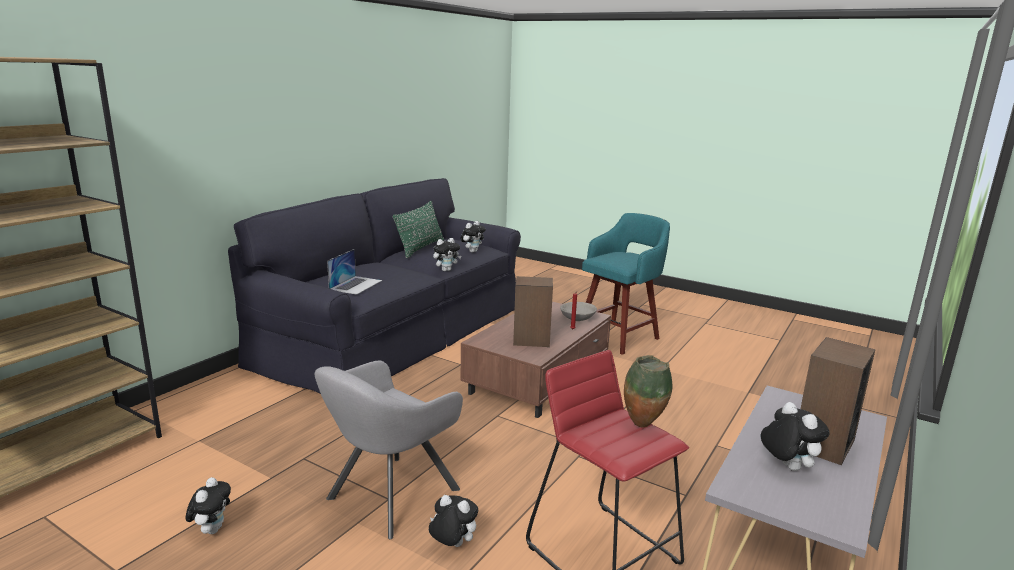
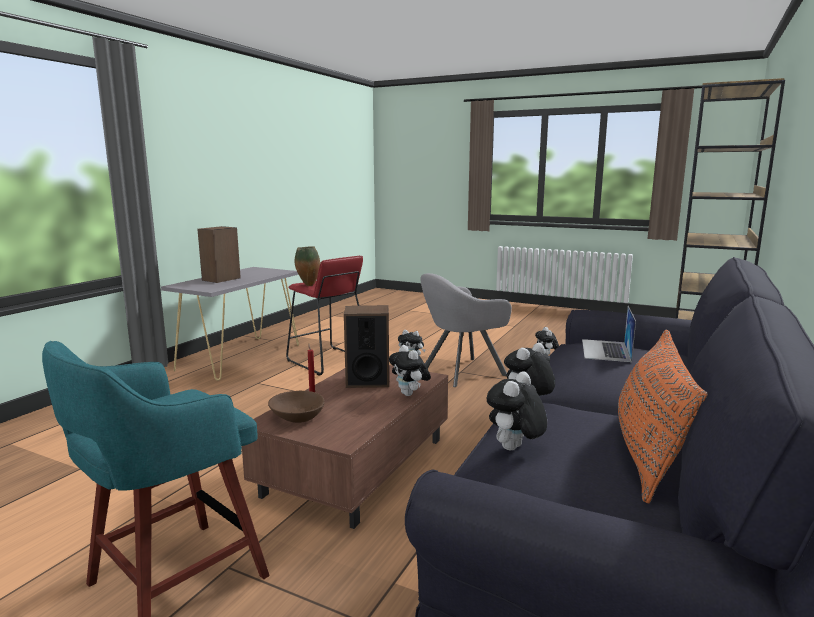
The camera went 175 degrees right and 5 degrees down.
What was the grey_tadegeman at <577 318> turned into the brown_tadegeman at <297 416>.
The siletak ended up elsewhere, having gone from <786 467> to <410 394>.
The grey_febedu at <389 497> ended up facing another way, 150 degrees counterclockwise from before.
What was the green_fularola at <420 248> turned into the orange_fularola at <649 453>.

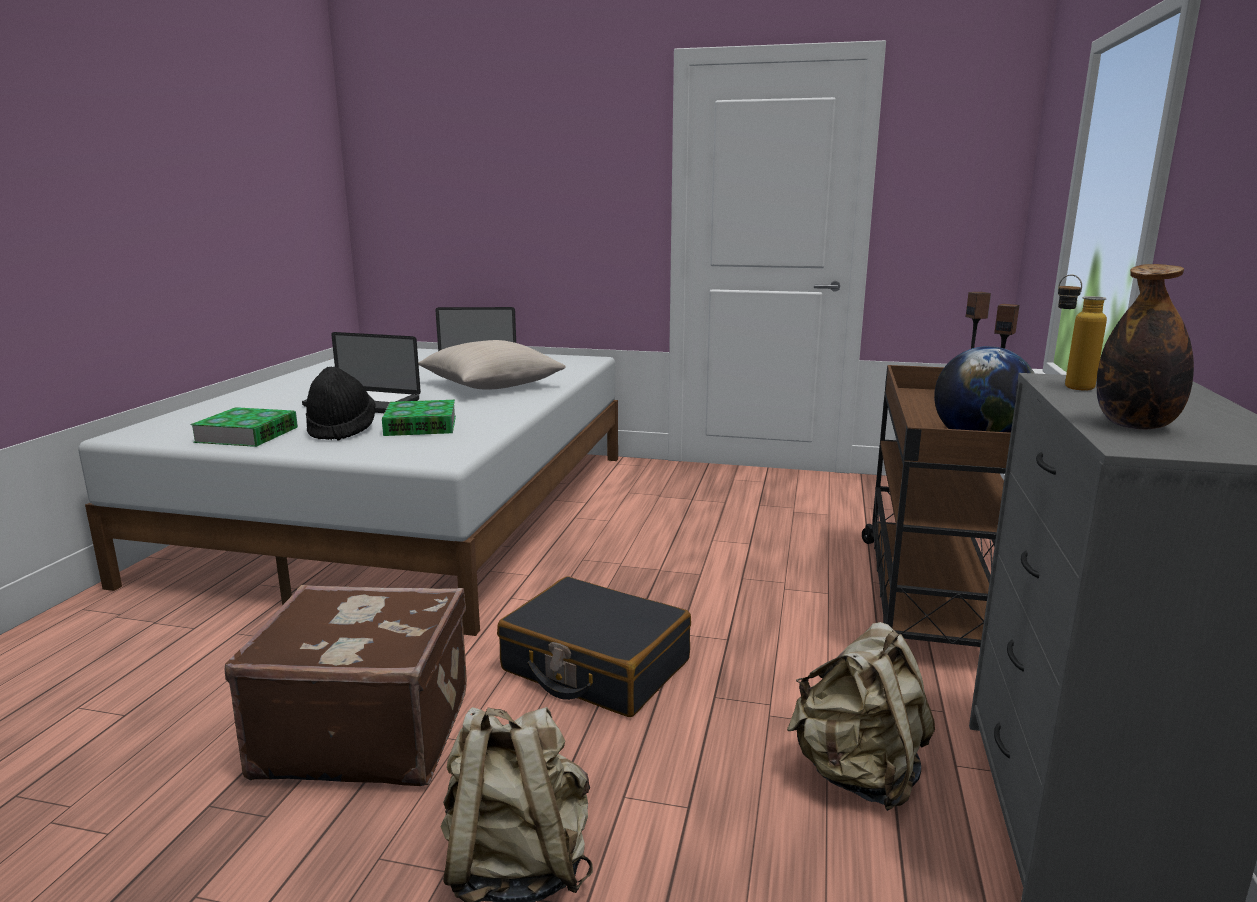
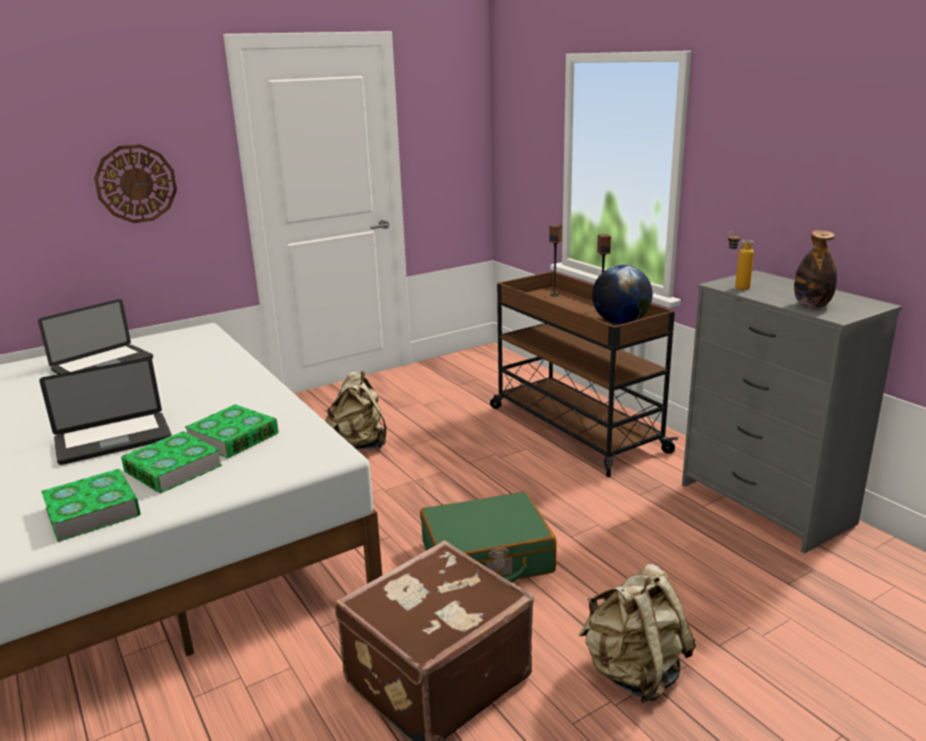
The camera went 45 degrees left and 5 degrees up.
The second view gained the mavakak at <136 184>.
Where the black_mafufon stood at <341 429>, the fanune came to stand at <173 469>.
The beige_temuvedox ended up elsewhere, having gone from <858 775> to <359 445>.
What was the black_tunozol at <595 666> turned into the green_tunozol at <486 558>.
The second view lost the beige_fularola at <491 385>.

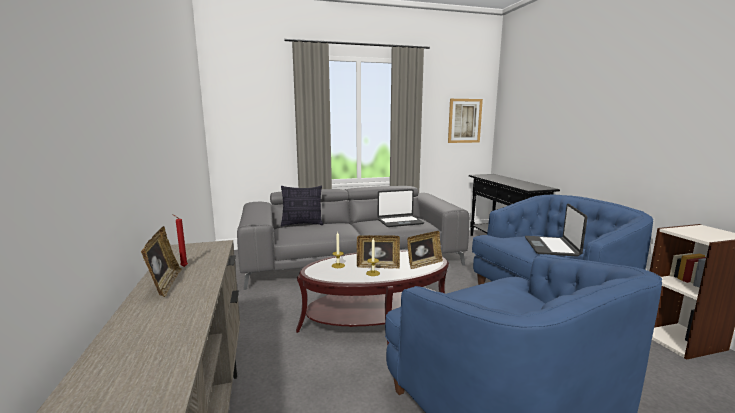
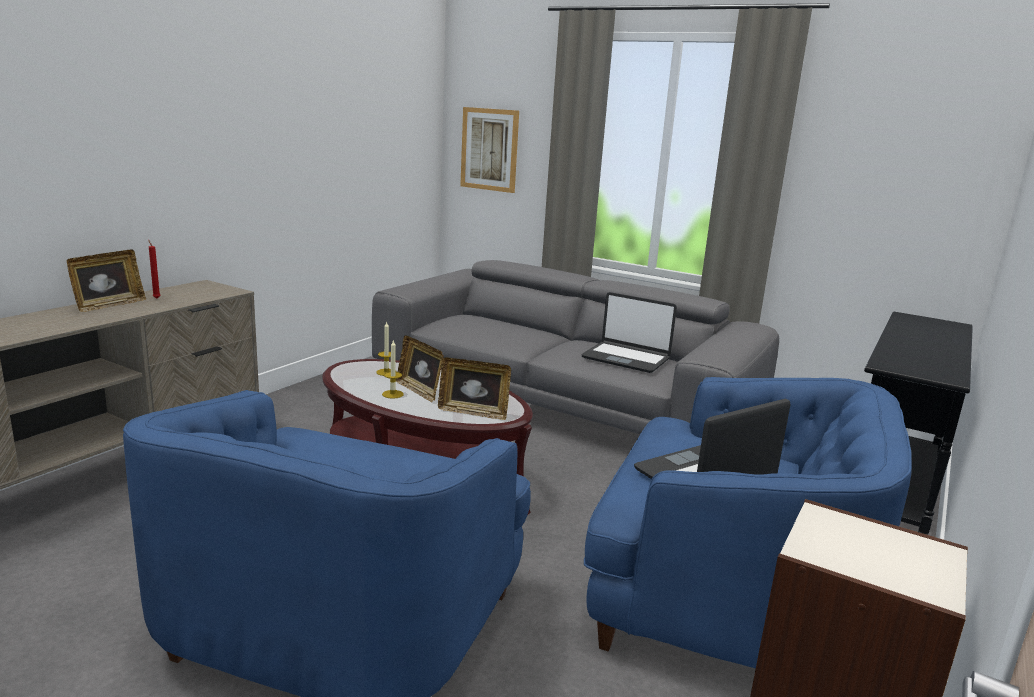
The camera went 45 degrees right and 5 degrees up.
The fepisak ended up elsewhere, having gone from <464 121> to <489 149>.
The second view lost the fularola at <302 224>.

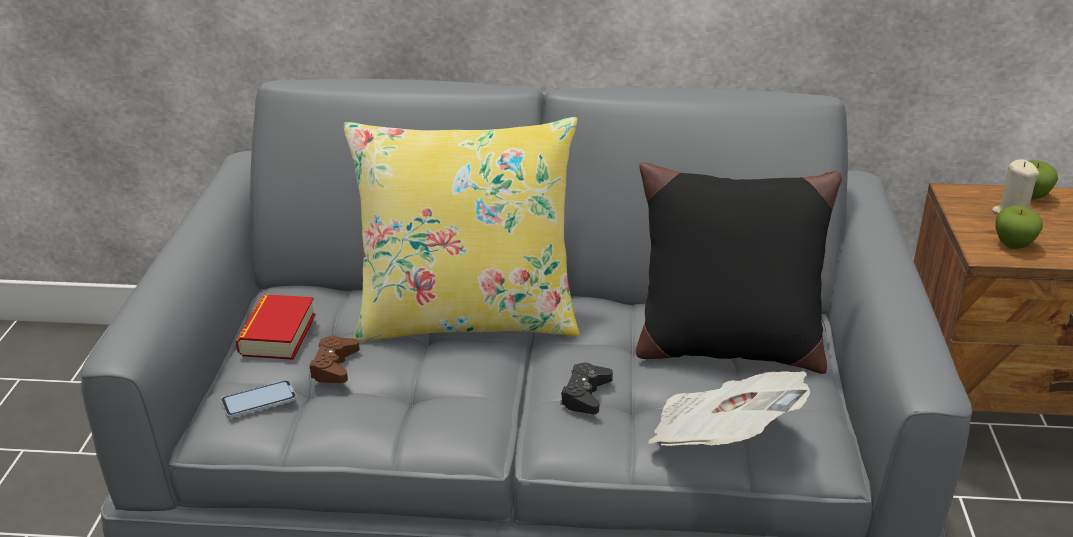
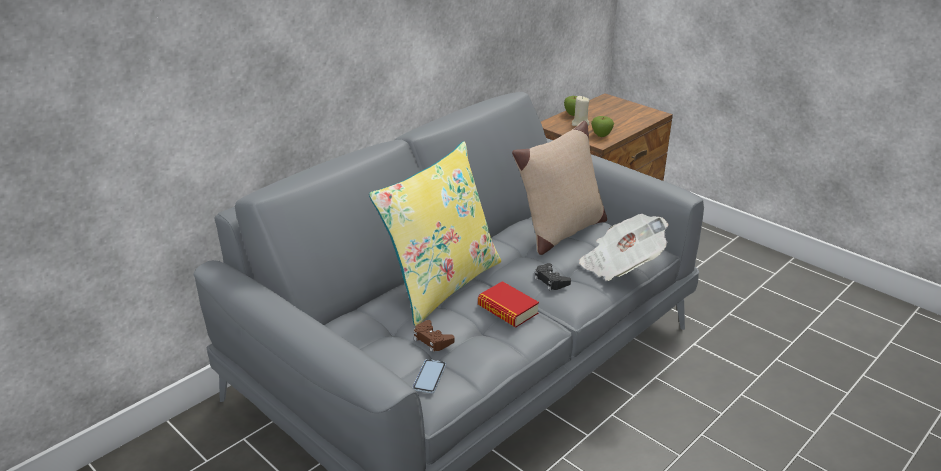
The camera went 50 degrees left and 0 degrees up.
The fanune ended up elsewhere, having gone from <277 334> to <507 309>.
What was the black_fularola at <725 348> turned into the beige_fularola at <560 232>.

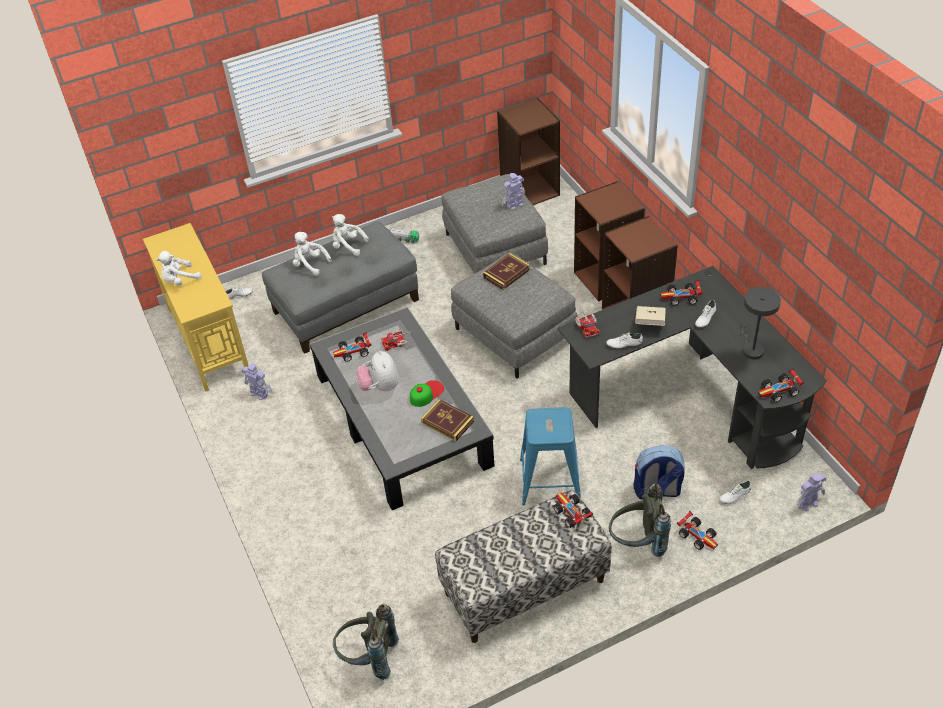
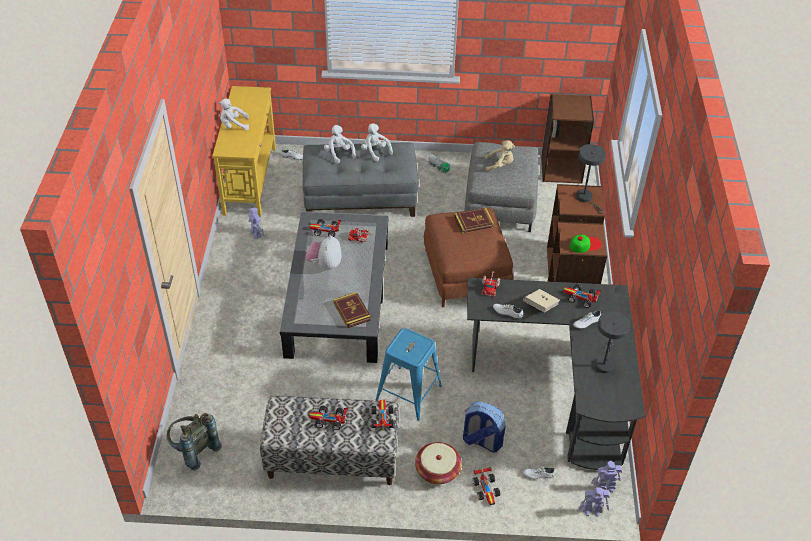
The camera went 25 degrees right and 0 degrees up.
The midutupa ended up elsewhere, having gone from <779 391> to <329 420>.
Where the grey_temuvedox stood at <637 542>, the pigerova came to stand at <437 470>.
What was the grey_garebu at <515 333> turned into the brown_garebu at <466 273>.
The second view gained the beige_siletak at <500 165>.
The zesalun ended up elsewhere, having gone from <426 393> to <585 245>.
The second view gained the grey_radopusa at <586 198>.
The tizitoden ended up elsewhere, having gone from <514 205> to <605 486>.

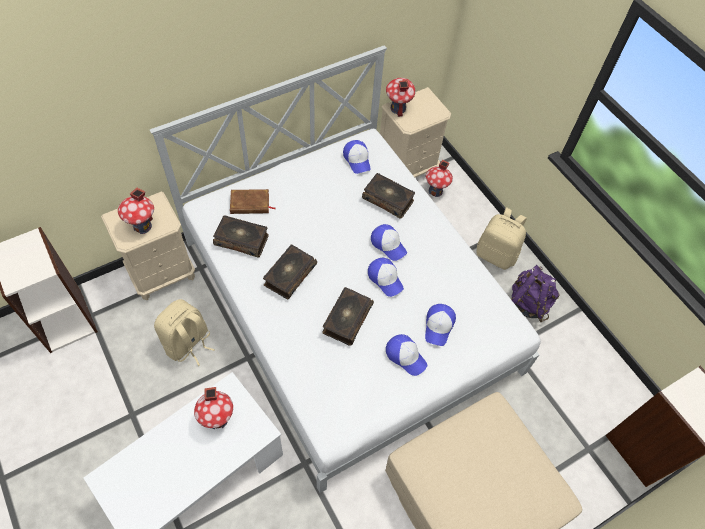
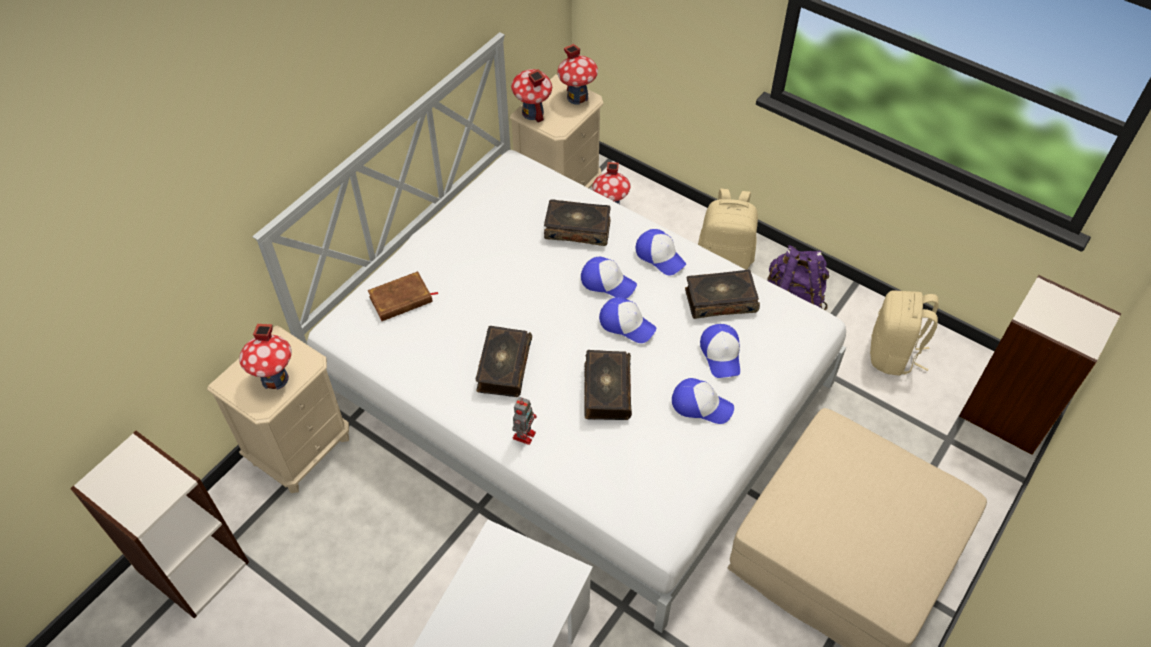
The camera went 20 degrees left and 5 degrees down.
The second view gained the tizitoden at <524 434>.
The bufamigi ended up elsewhere, having gone from <218 419> to <577 97>.
The zesalun ended up elsewhere, having gone from <357 159> to <660 256>.
The fanune ended up elsewhere, having gone from <242 240> to <720 300>.
The beige_temuvedox ended up elsewhere, having gone from <188 344> to <893 354>.

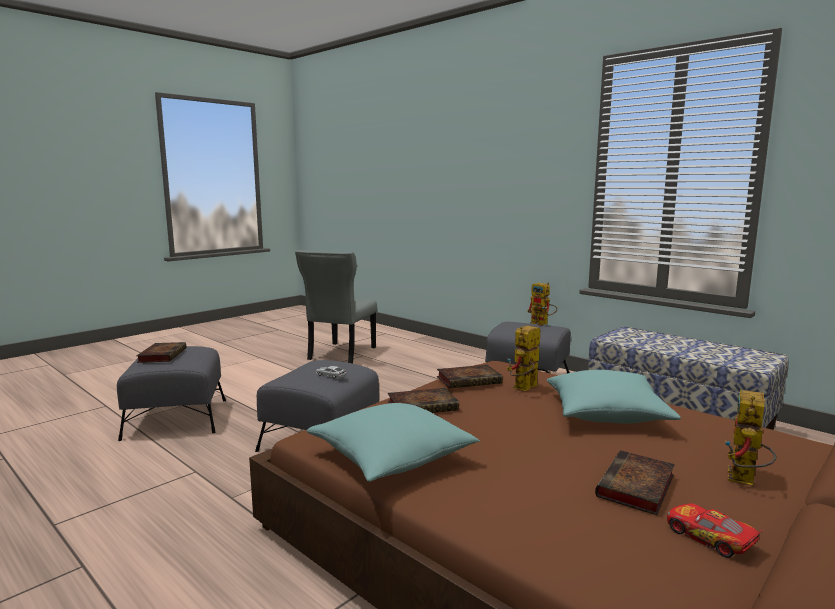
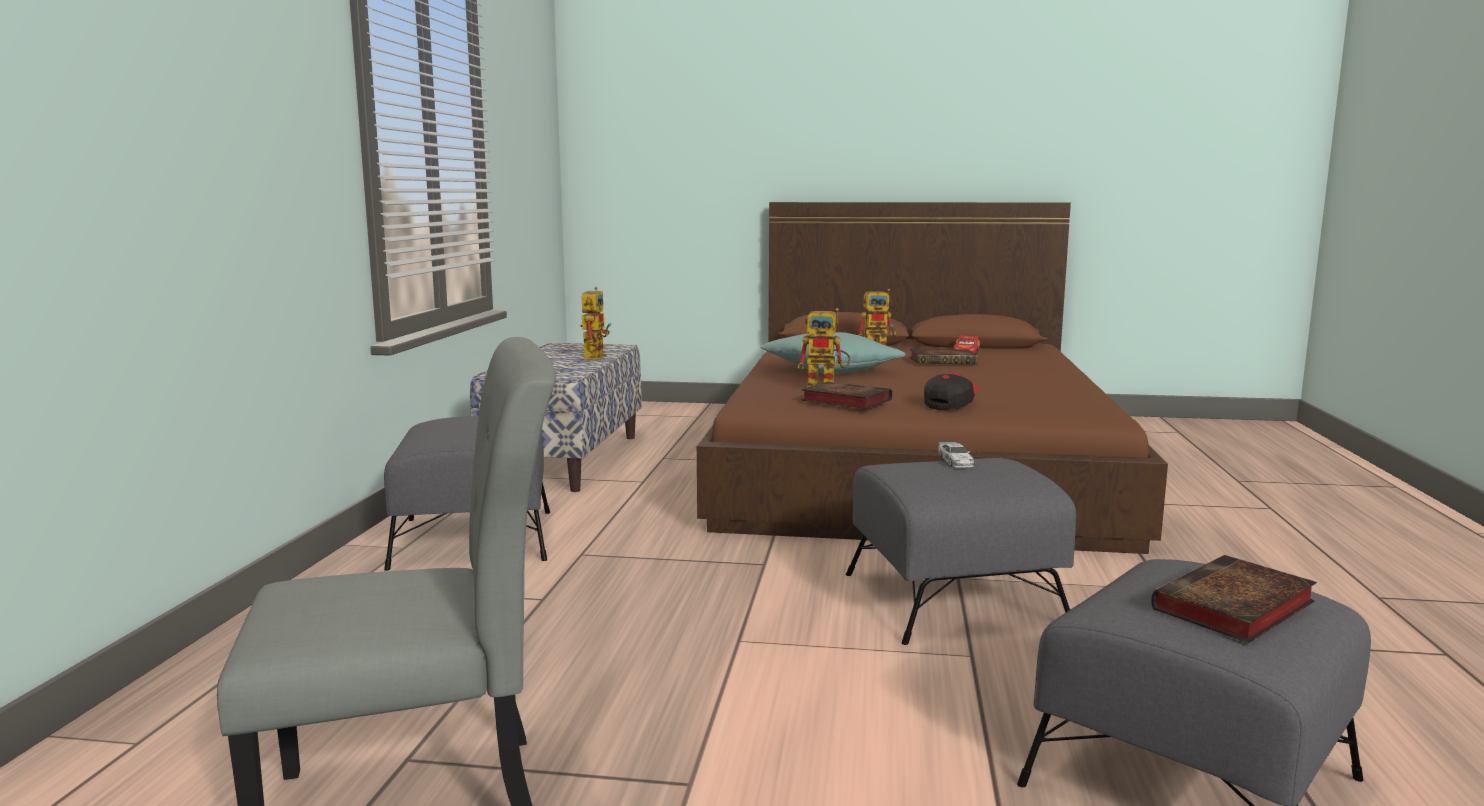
The camera went 125 degrees left and 0 degrees up.
The tizitoden ended up elsewhere, having gone from <542 323> to <594 356>.
Where the fanune stood at <424 406>, the zesalun came to stand at <949 404>.
The second view lost the turquoise_fularola at <391 458>.

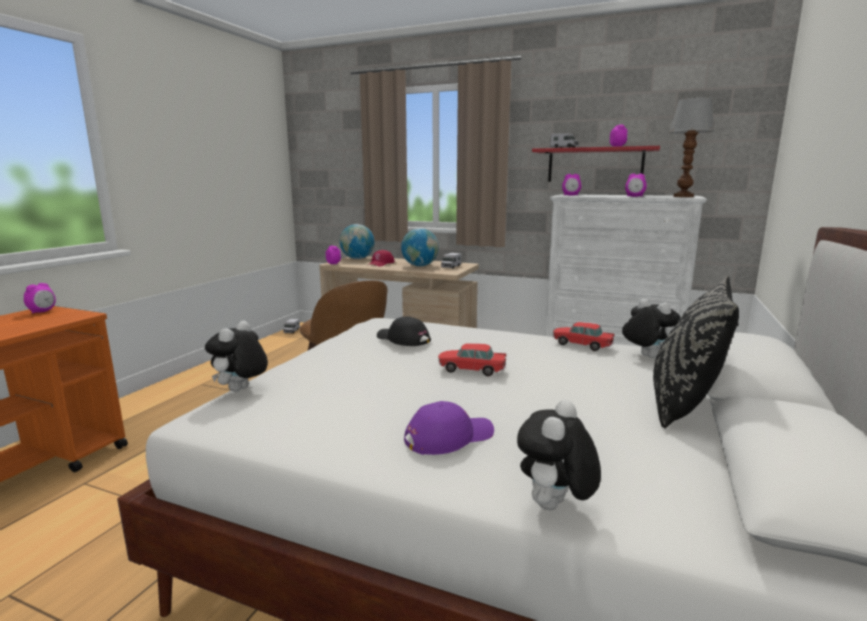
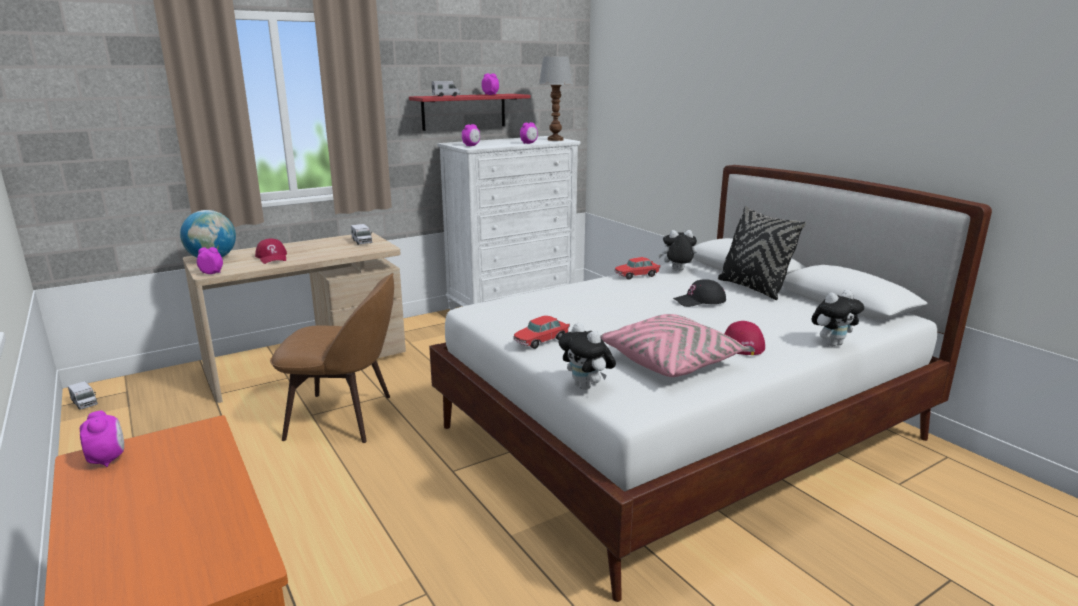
The camera went 55 degrees left and 5 degrees up.
The midutupa ended up elsewhere, having gone from <471 369> to <541 341>.
The second view gained the pink_fularola at <671 361>.
The black_zesalun ended up elsewhere, having gone from <402 339> to <699 301>.
What was the purple_zesalun at <448 436> turned into the red_zesalun at <741 343>.
The siletak at <555 508> ended up facing another way, 90 degrees counterclockwise from before.
The second view lost the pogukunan at <420 266>.

